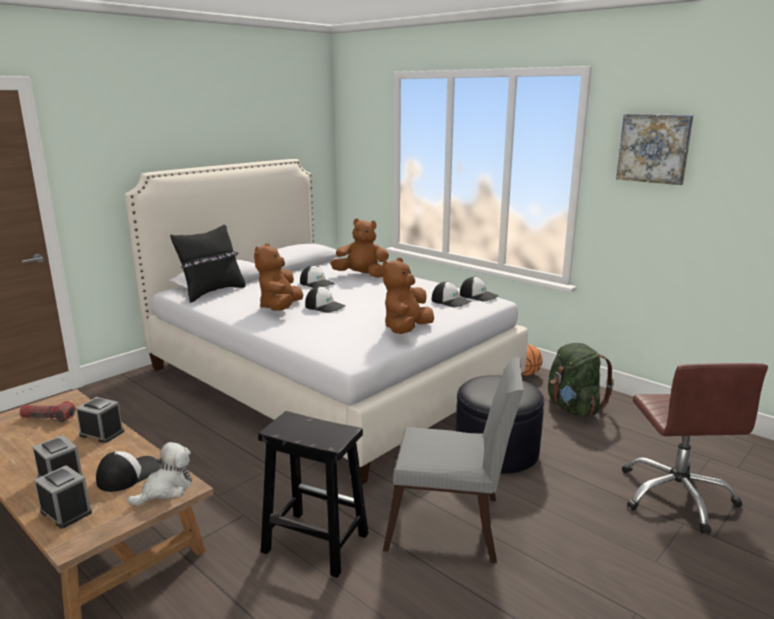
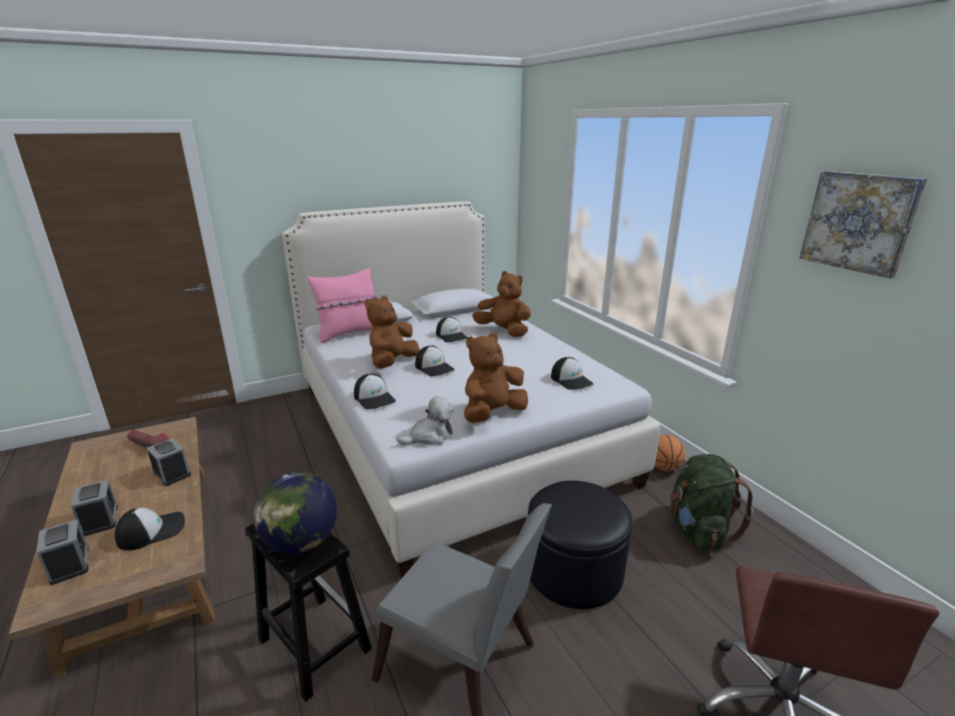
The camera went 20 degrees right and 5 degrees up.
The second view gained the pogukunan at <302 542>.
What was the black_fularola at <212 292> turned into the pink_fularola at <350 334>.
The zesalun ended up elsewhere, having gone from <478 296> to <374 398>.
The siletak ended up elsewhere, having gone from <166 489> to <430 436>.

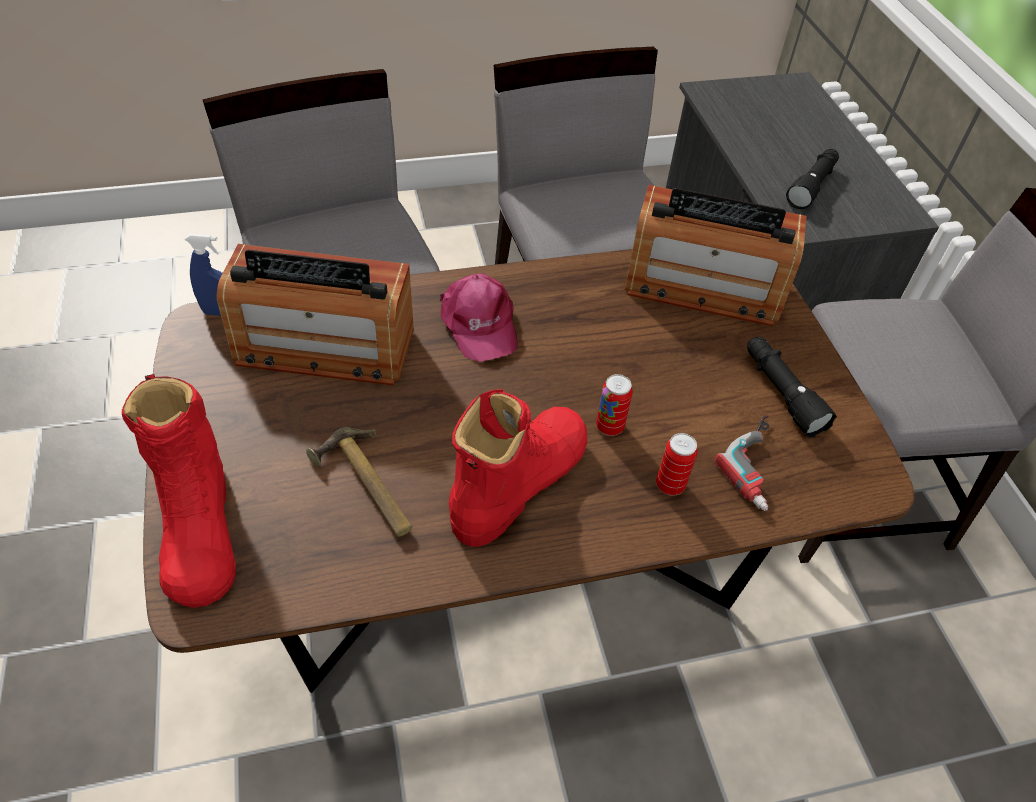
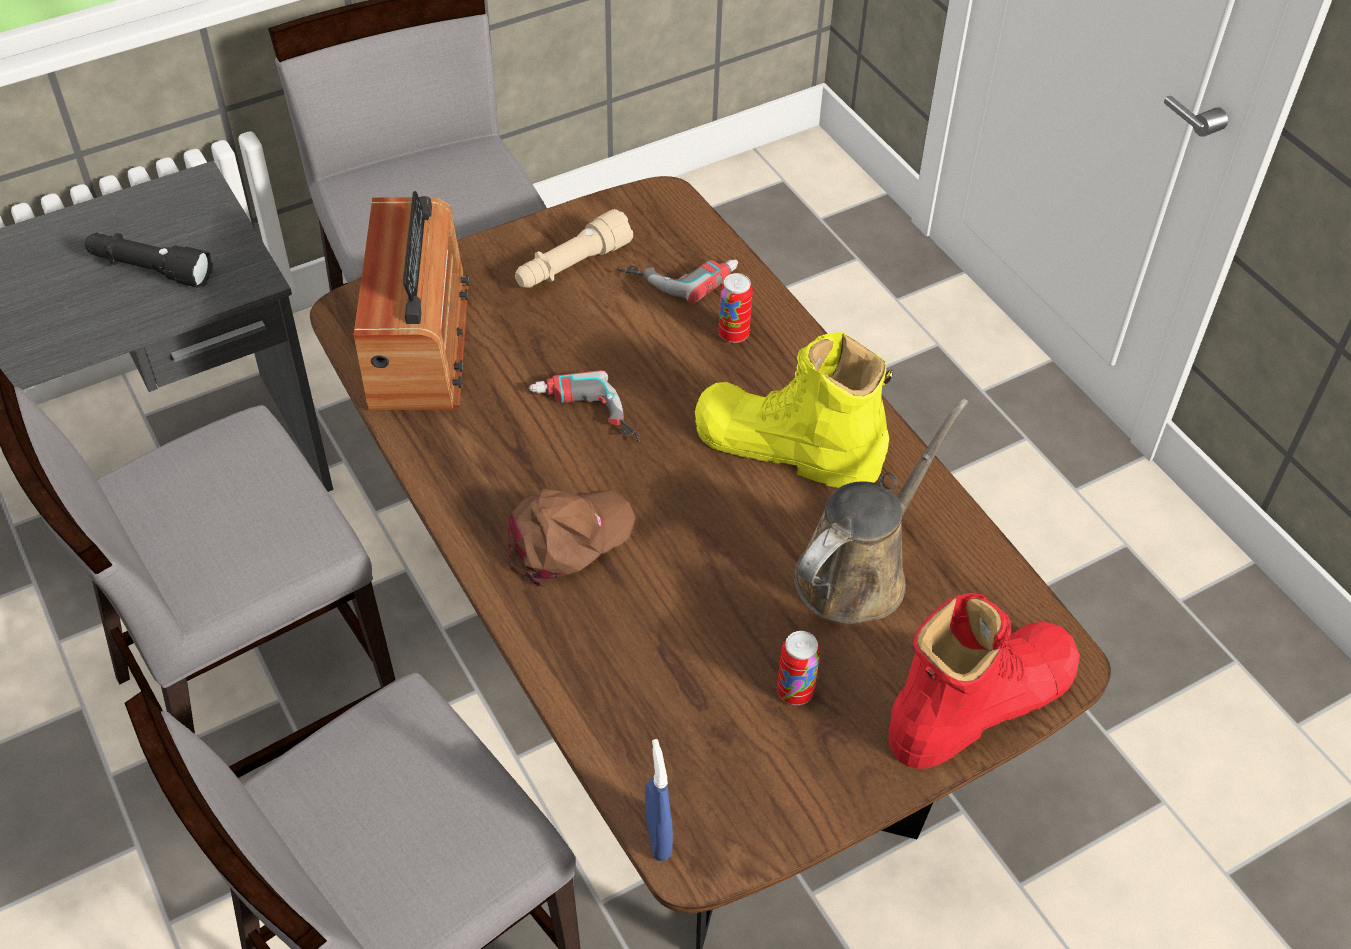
The camera went 105 degrees left and 0 degrees up.
What was the pink_zesalun at <478 324> turned into the brown_zesalun at <567 538>.
What was the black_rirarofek at <781 393> turned into the beige_rirarofek at <572 266>.
The second view gained the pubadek at <583 417>.
What was the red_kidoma at <518 482> turned into the yellow_kidoma at <787 448>.
The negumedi ended up elsewhere, having gone from <609 426> to <795 692>.
Where the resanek stood at <365 488>, the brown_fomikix came to stand at <858 571>.
The second view lost the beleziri at <325 346>.

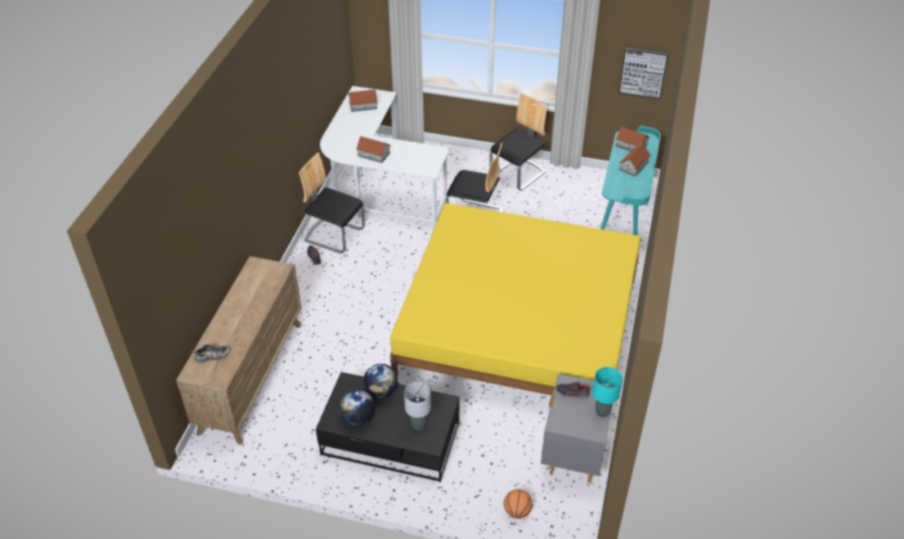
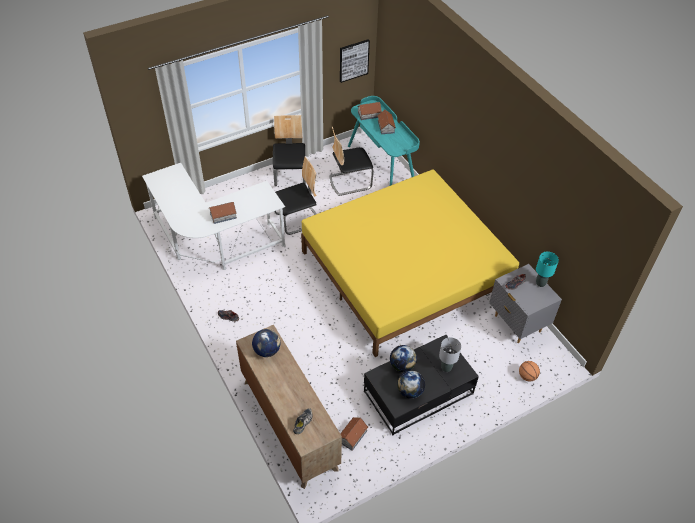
The camera went 45 degrees left and 5 degrees up.
The second view gained the pogukunan at <267 350>.
The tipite ended up elsewhere, having gone from <334 235> to <350 182>.
The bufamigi ended up elsewhere, having gone from <363 105> to <352 436>.

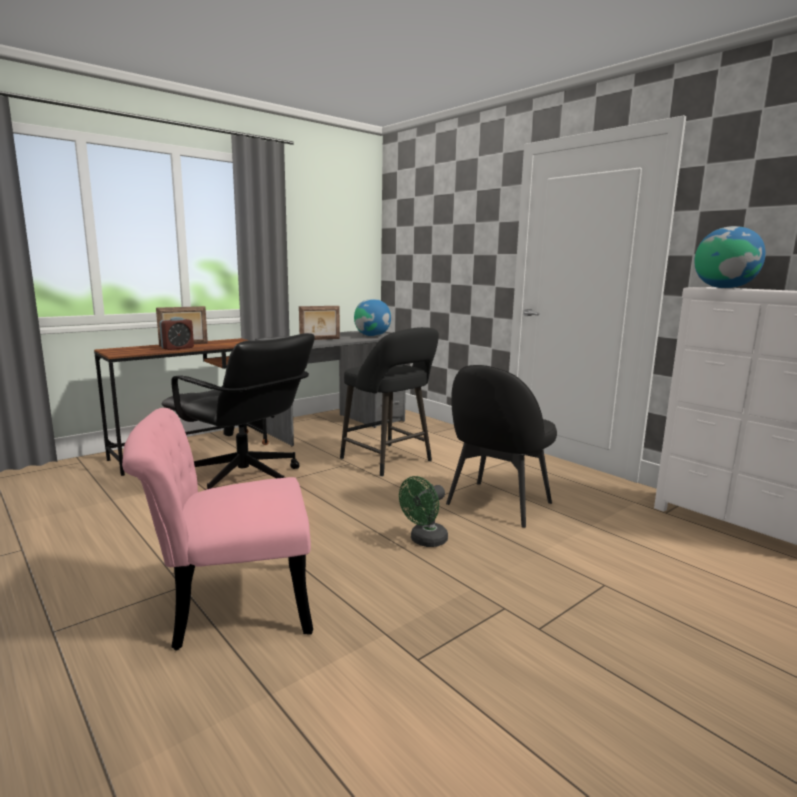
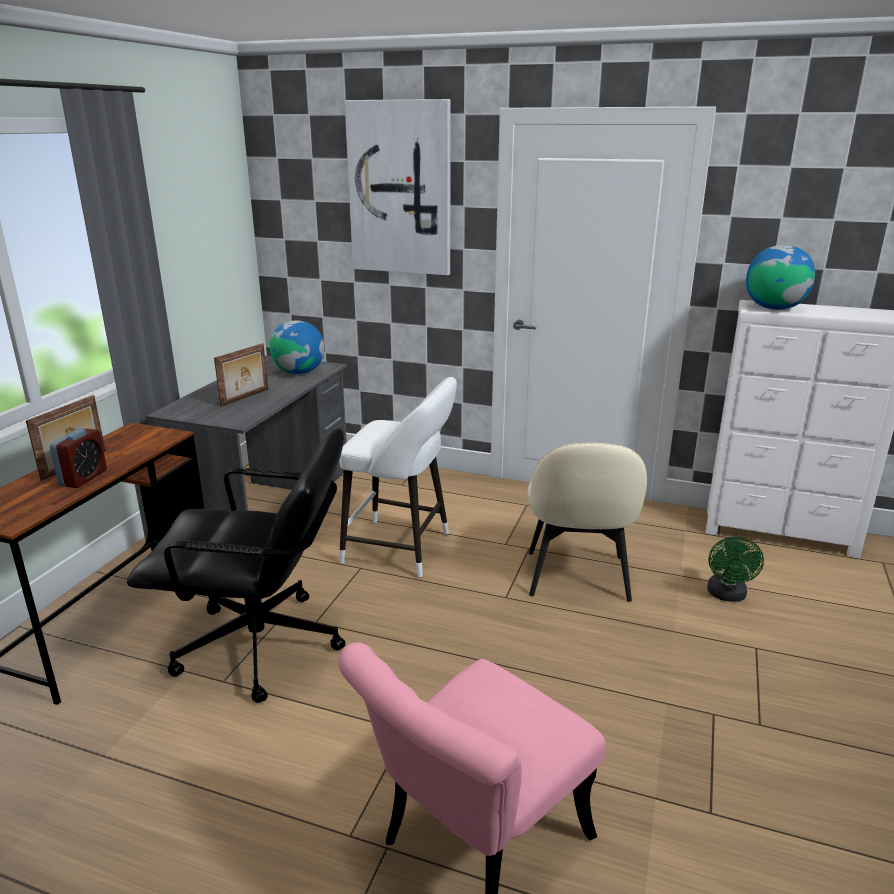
The camera went 30 degrees left and 10 degrees up.
What was the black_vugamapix at <389 461> turned into the white_vugamapix at <402 549>.
The second view gained the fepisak at <400 189>.
What was the black_tipite at <497 504> turned into the beige_tipite at <577 578>.
The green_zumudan ended up elsewhere, having gone from <424 541> to <727 596>.

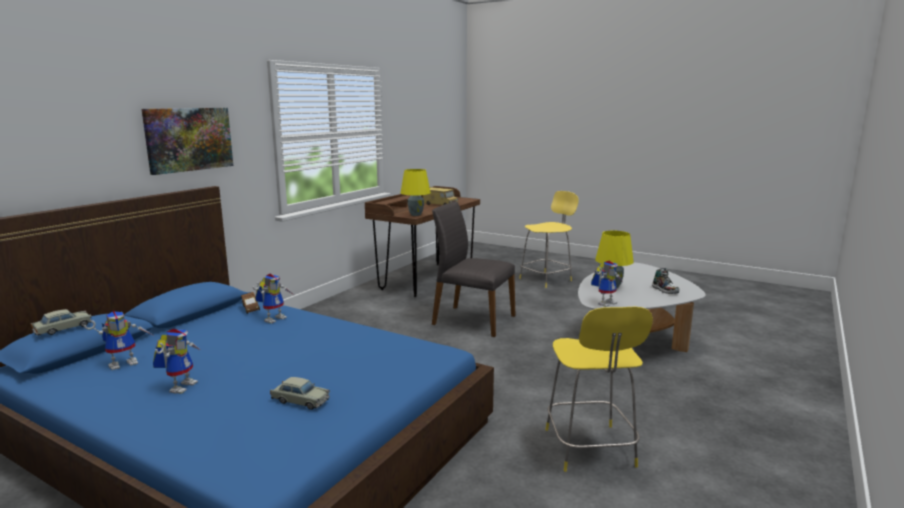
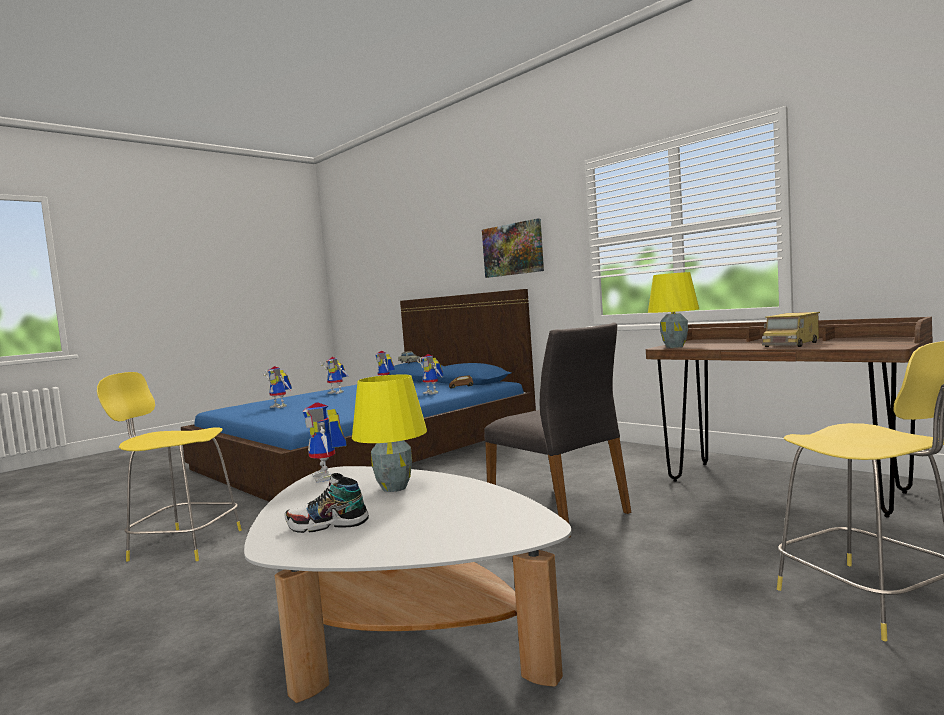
The camera went 105 degrees right and 10 degrees down.
Where the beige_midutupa stood at <300 400>, the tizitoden came to stand at <281 406>.
The grey_tipite at <472 320> ended up facing another way, 105 degrees clockwise from before.

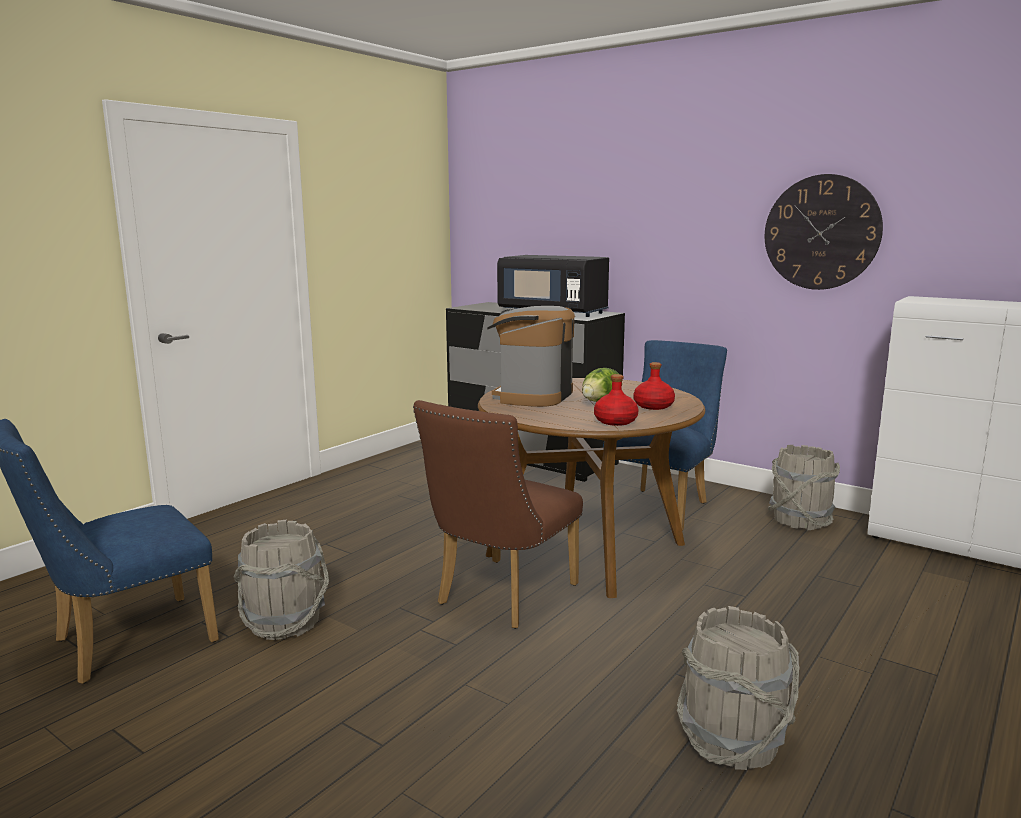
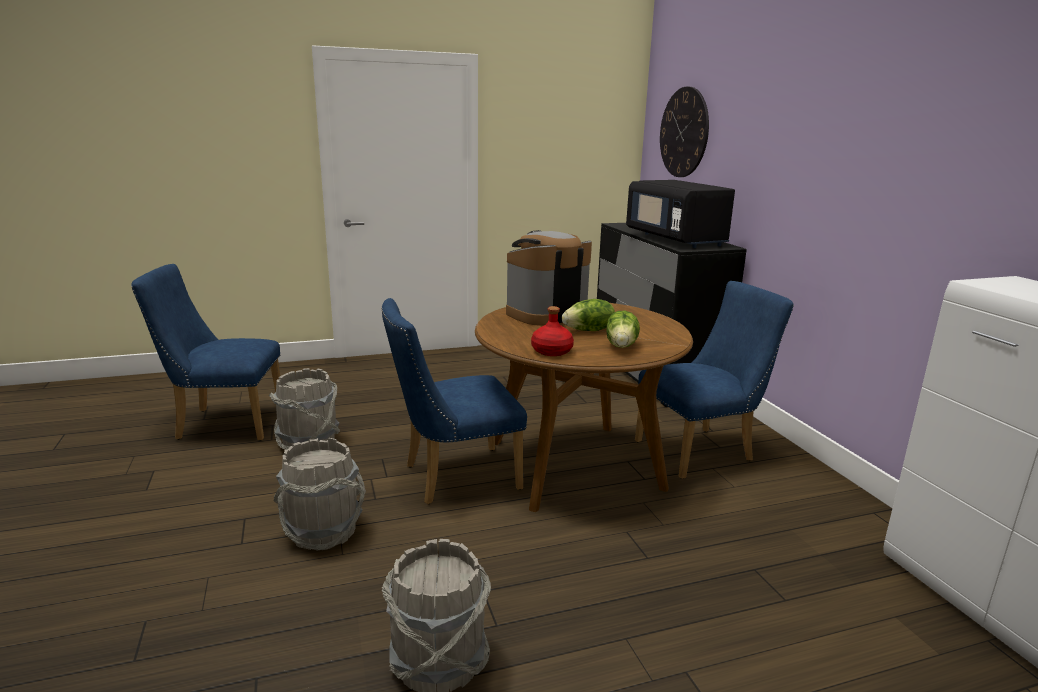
The camera went 35 degrees right and 5 degrees up.
The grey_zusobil ended up elsewhere, having gone from <800 520> to <324 532>.
What was the brown_tipite at <499 597> turned into the blue_tipite at <453 477>.
Where the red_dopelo stood at <653 406>, the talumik came to stand at <622 345>.
The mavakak ended up elsewhere, having gone from <821 232> to <684 132>.

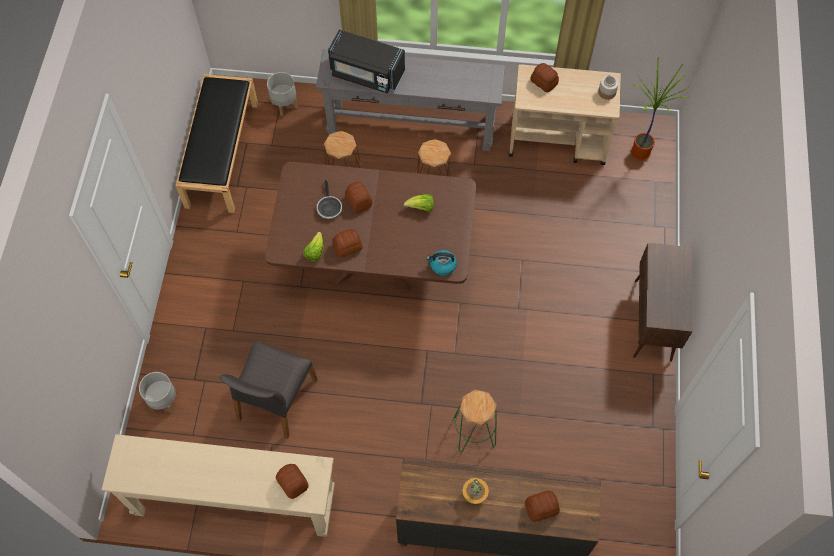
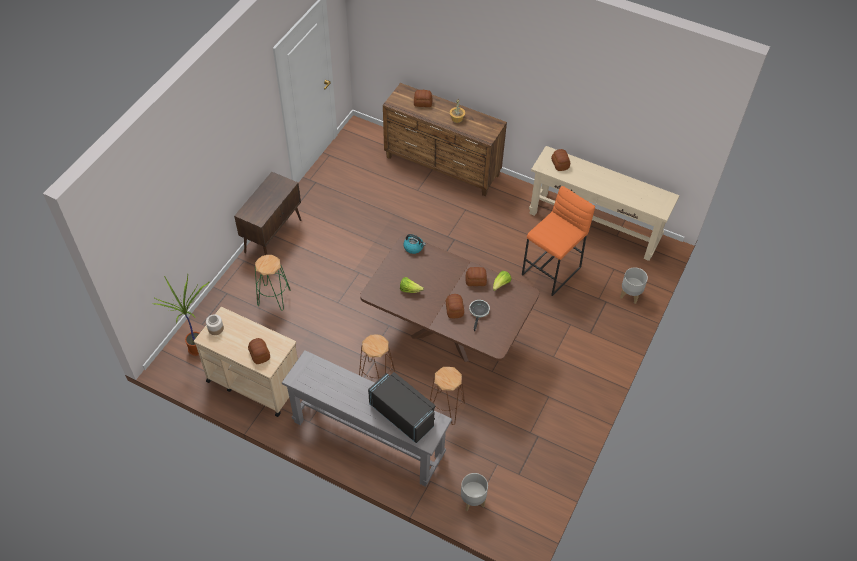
The camera went 160 degrees left and 10 degrees down.
The green_vugamapix ended up elsewhere, having gone from <474 432> to <274 297>.
Where the grey_tipite stood at <275 400>, the orange_vugamapix came to stand at <551 271>.
The second view lost the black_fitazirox at <221 153>.

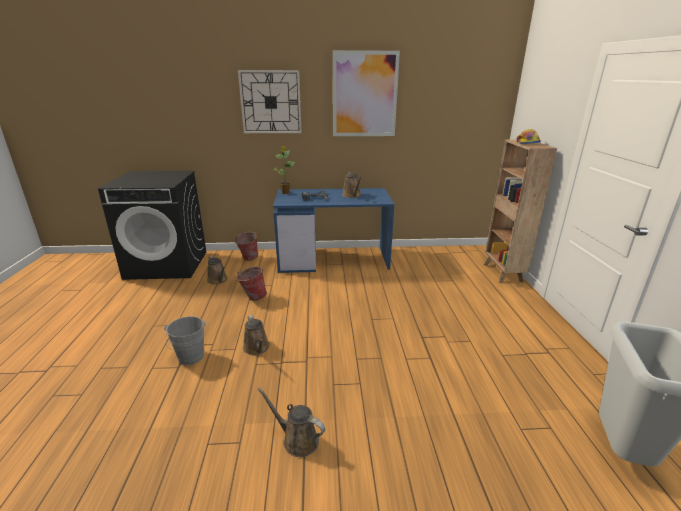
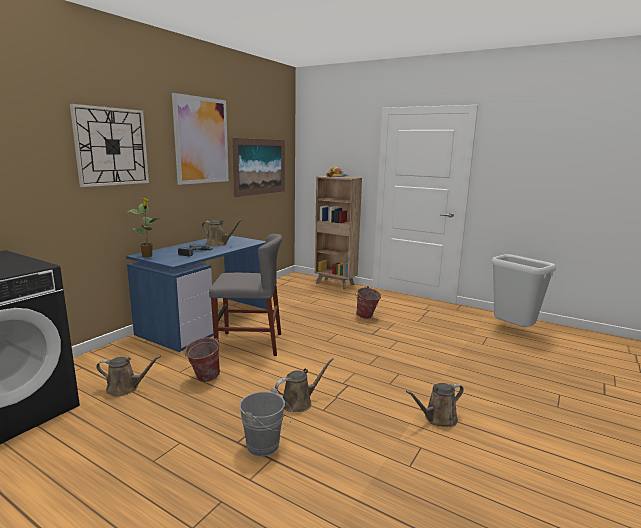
The camera went 55 degrees left and 10 degrees down.
The second view gained the grey_tipite at <249 343>.
The second view gained the fepisak at <260 166>.
The brown_fomikix at <257 348> ended up facing another way, 45 degrees counterclockwise from before.
The zusobil ended up elsewhere, having gone from <247 258> to <366 317>.

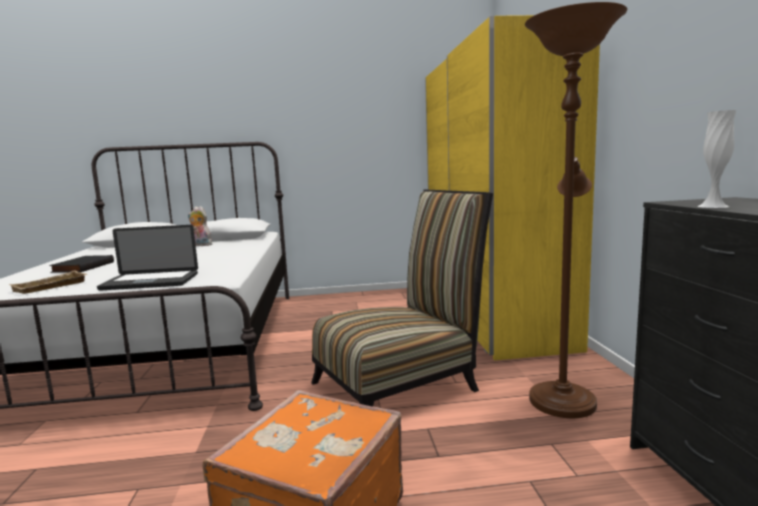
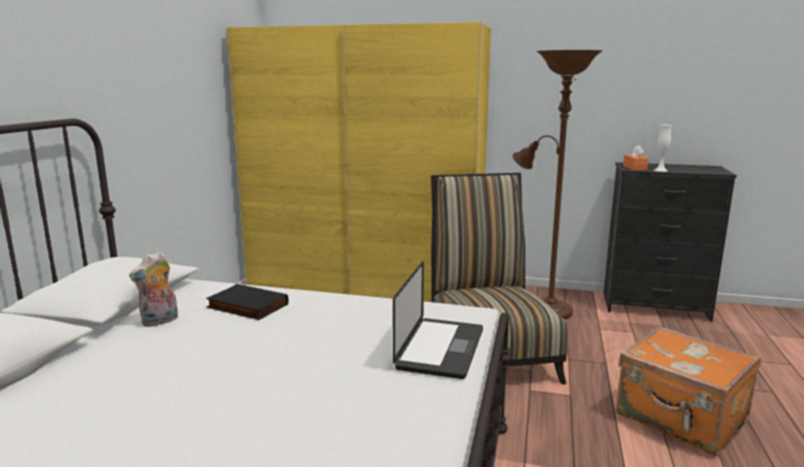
The camera went 70 degrees left and 5 degrees up.
The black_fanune ended up elsewhere, having gone from <82 267> to <246 306>.
The second view gained the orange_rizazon at <634 168>.
The second view lost the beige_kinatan at <50 287>.

